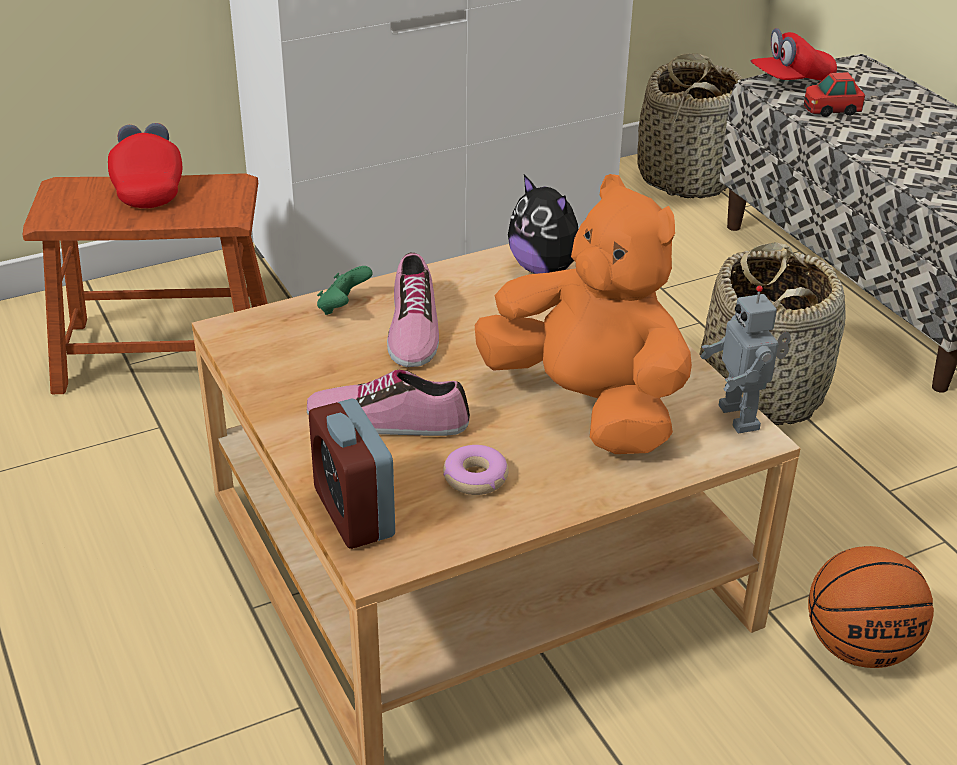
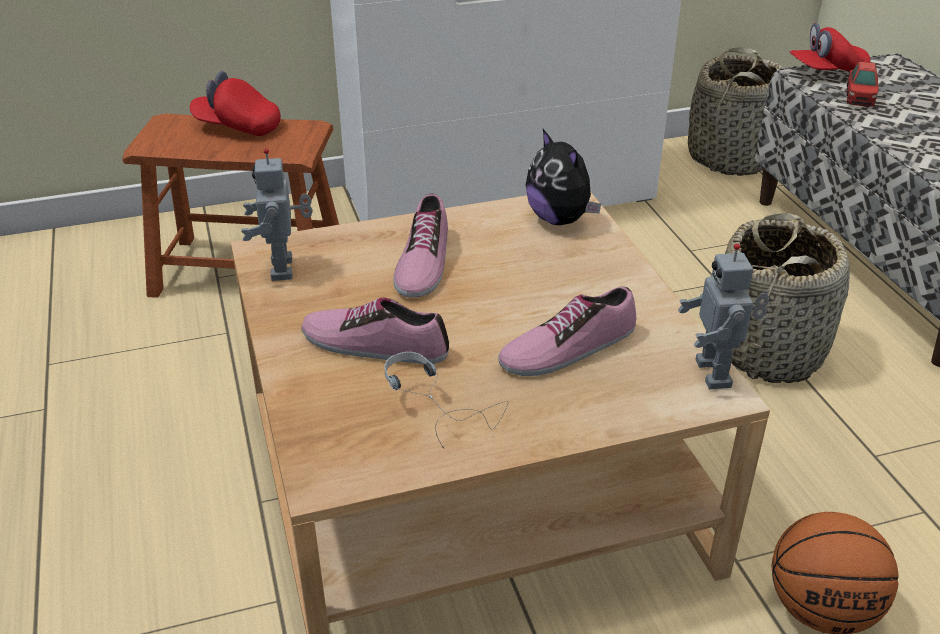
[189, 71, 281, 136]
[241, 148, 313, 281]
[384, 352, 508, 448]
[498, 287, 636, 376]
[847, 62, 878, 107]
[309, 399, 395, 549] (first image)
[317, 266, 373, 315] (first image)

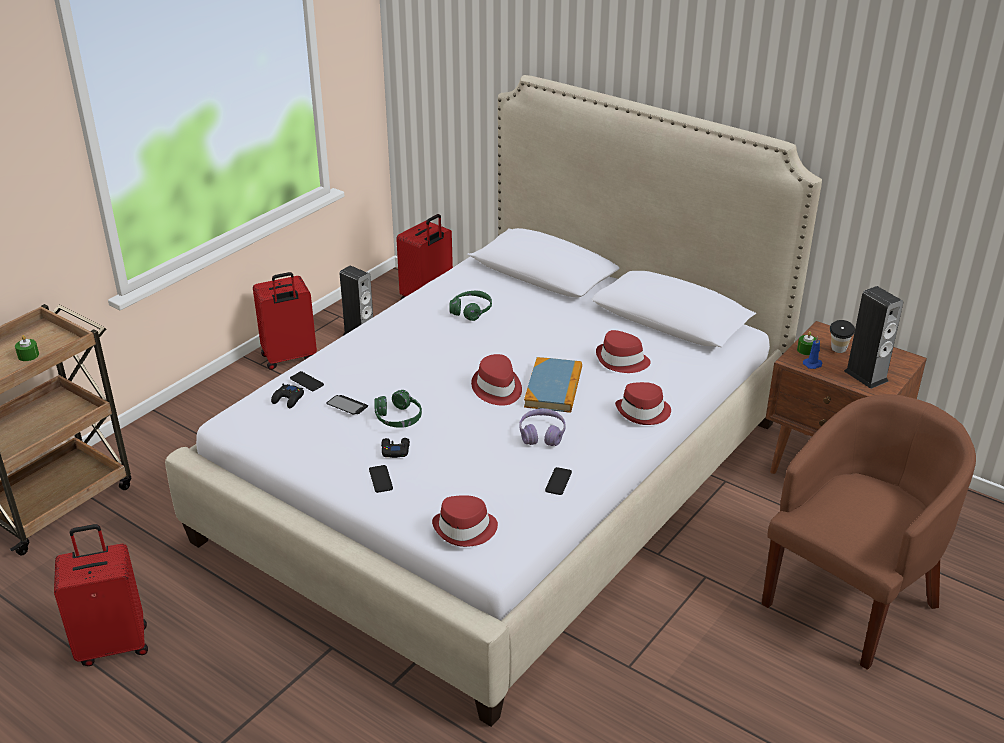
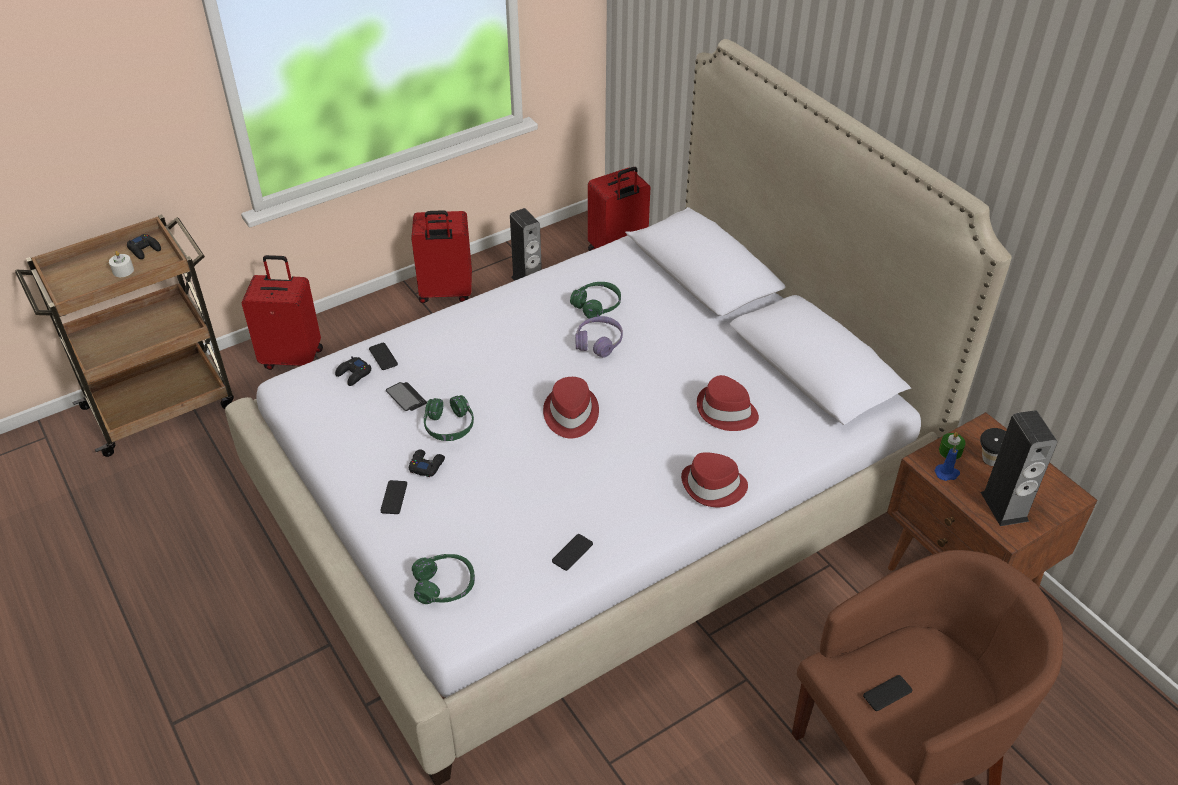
[109, 251, 134, 277]
[127, 234, 161, 259]
[242, 255, 323, 370]
[412, 554, 475, 604]
[575, 316, 623, 358]
[863, 675, 912, 711]
[524, 357, 582, 413] (first image)

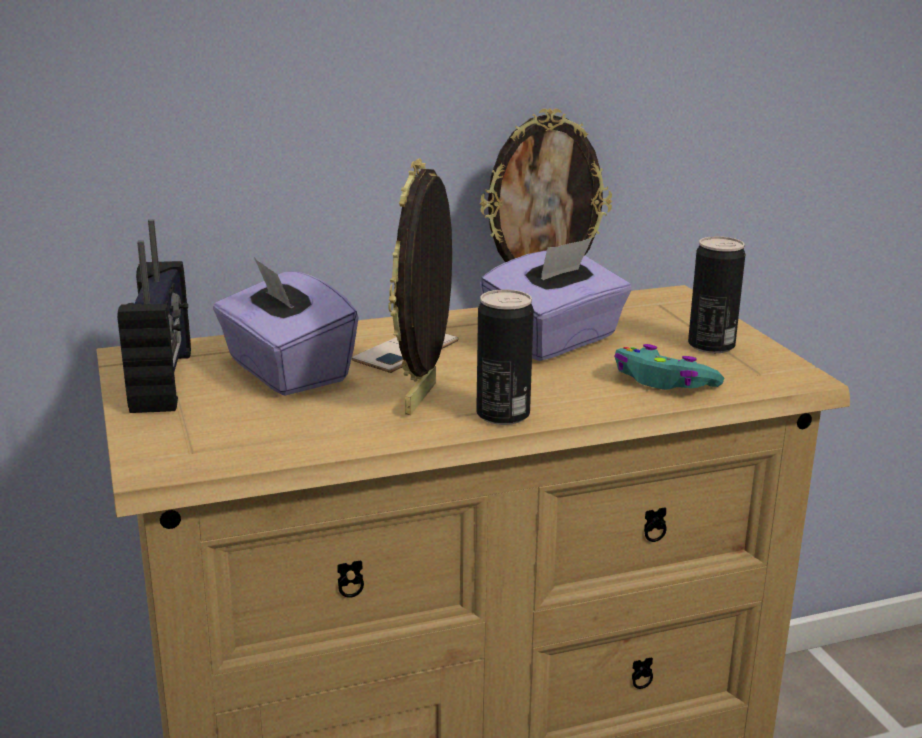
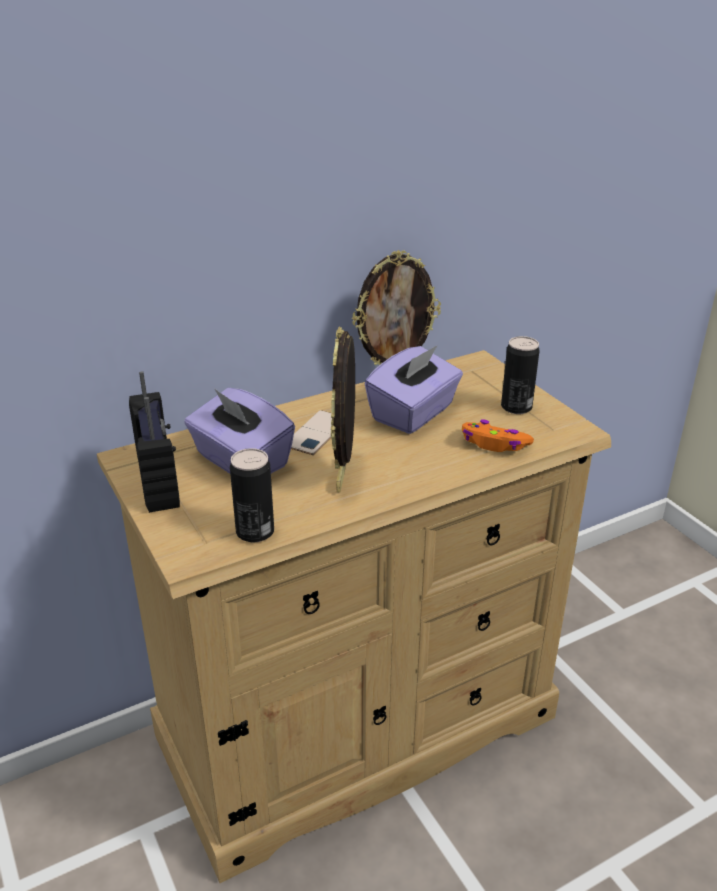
[230, 448, 274, 542]
[462, 419, 534, 452]

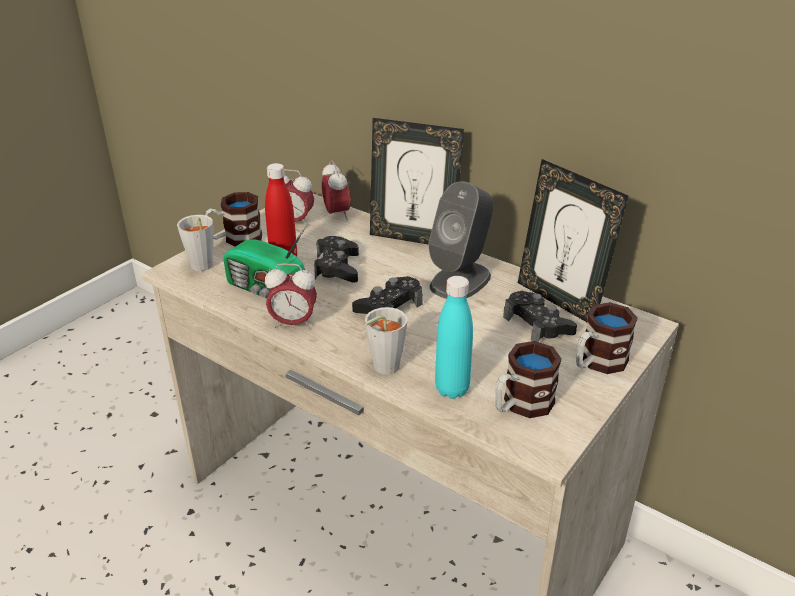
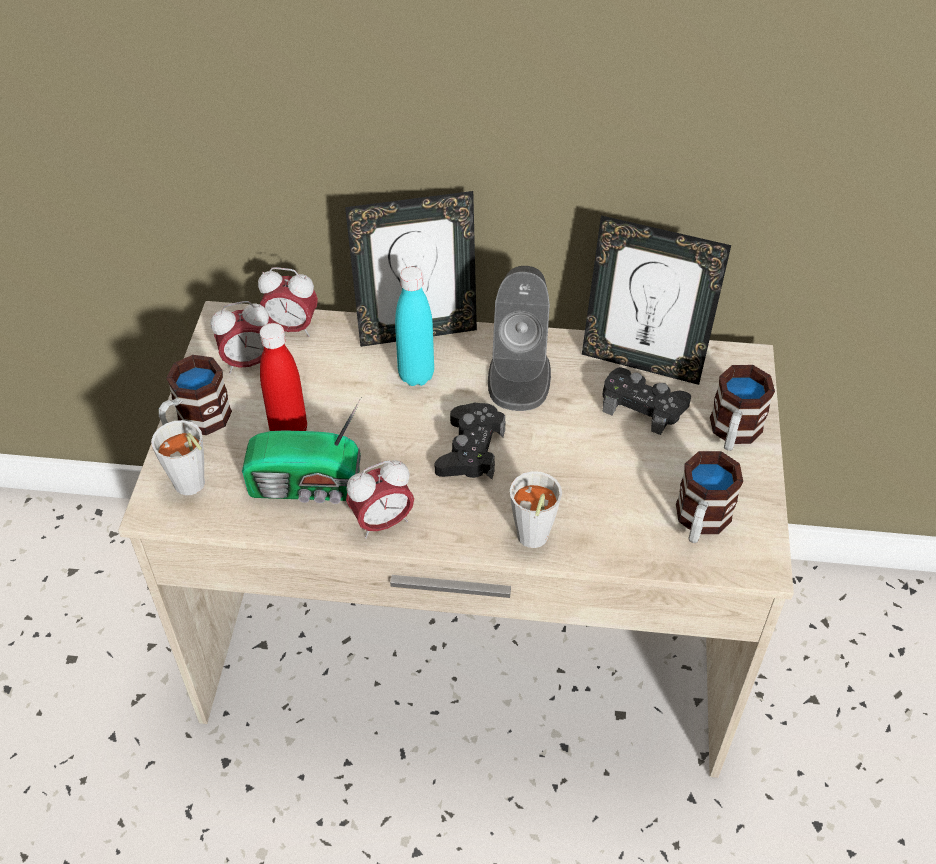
[258, 267, 318, 337]
[395, 267, 434, 386]
[314, 236, 359, 282] (first image)

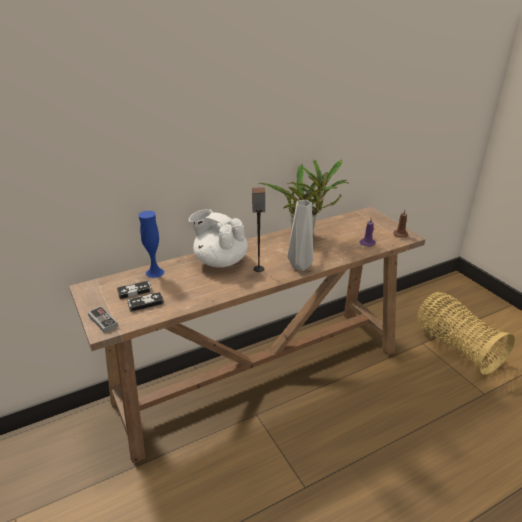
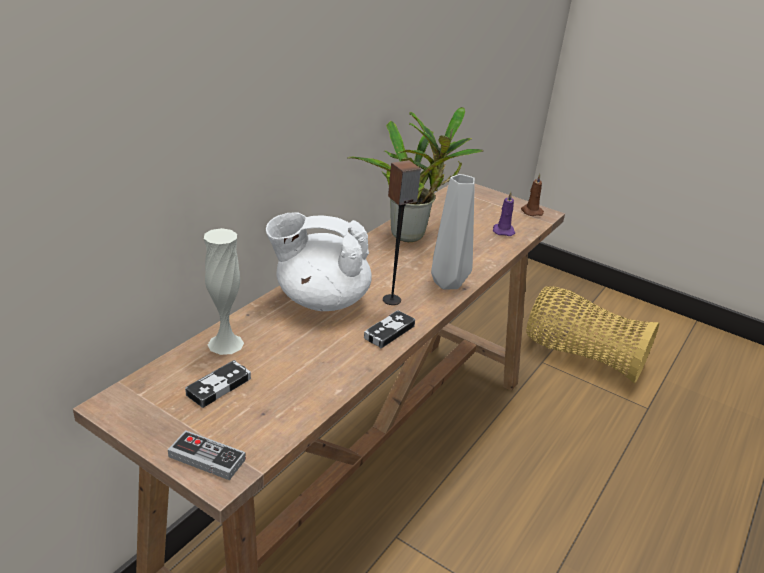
[204, 228, 244, 355]
[364, 310, 415, 348]

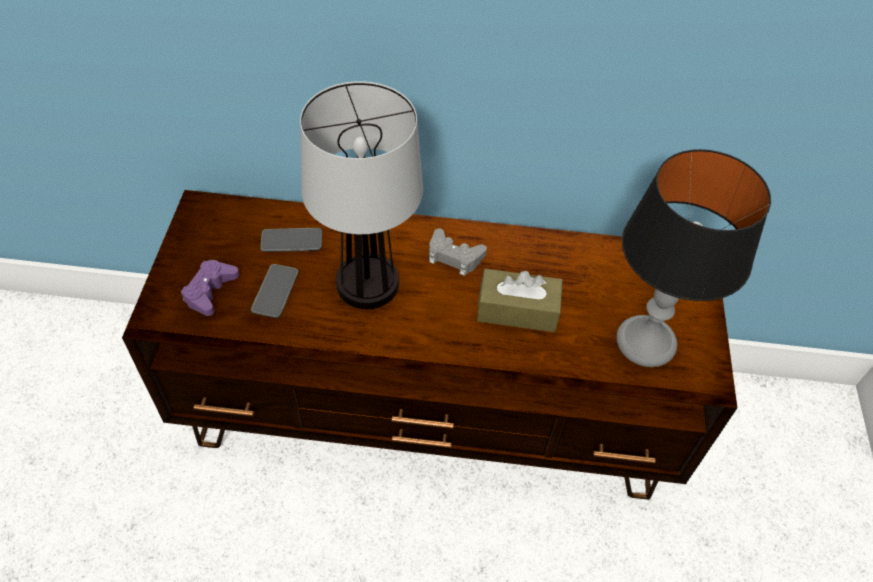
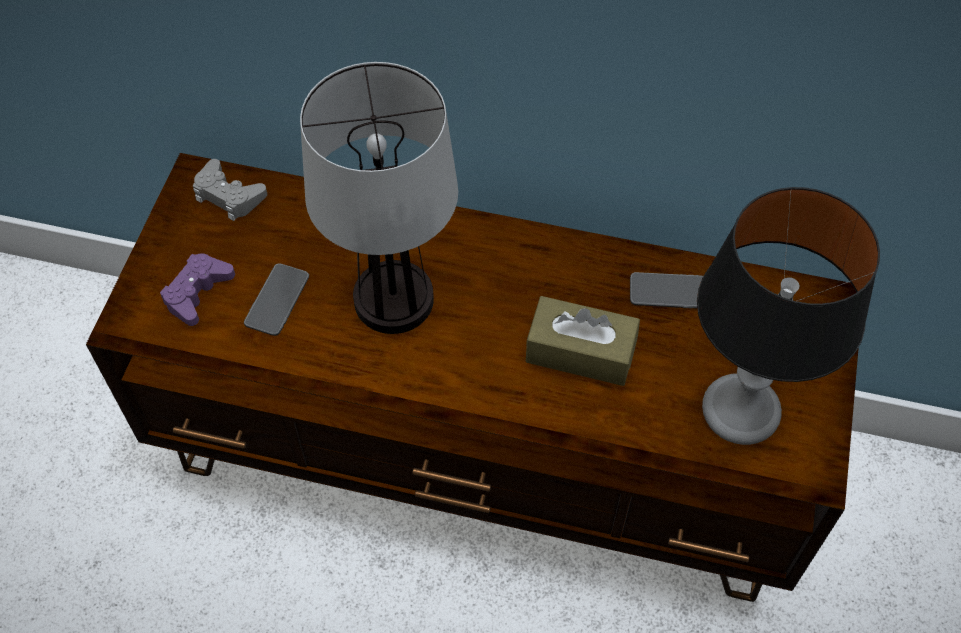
[193, 159, 267, 221]
[630, 272, 703, 309]

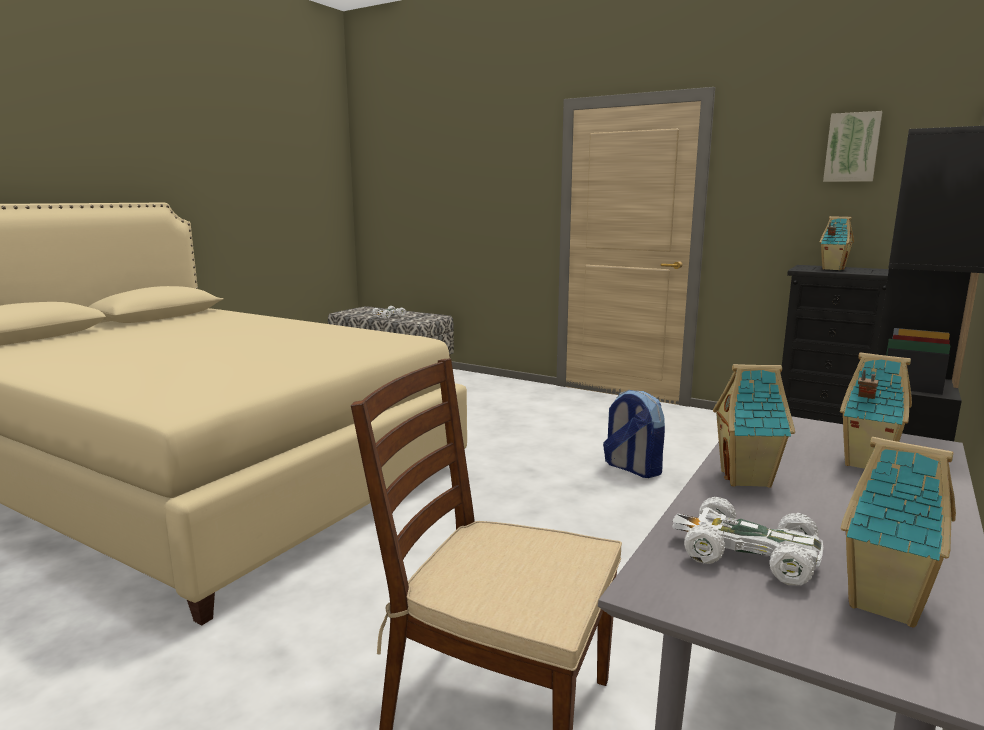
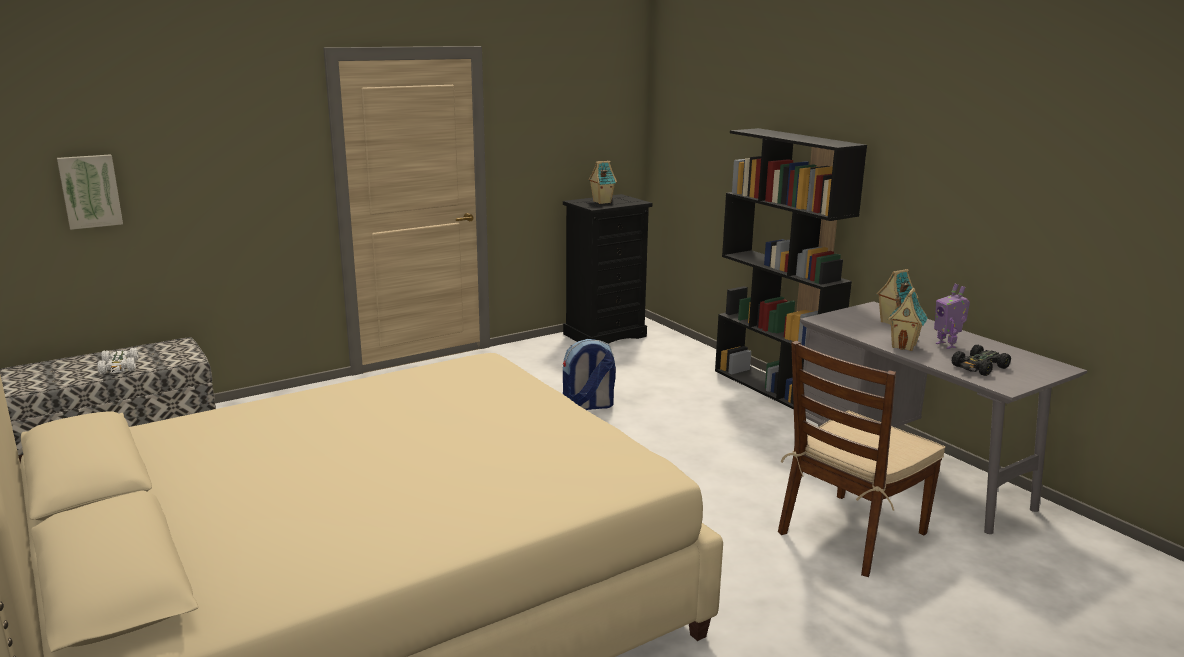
[57, 154, 123, 230]
[934, 284, 970, 349]
[951, 345, 1011, 376]
[841, 437, 956, 628] (first image)

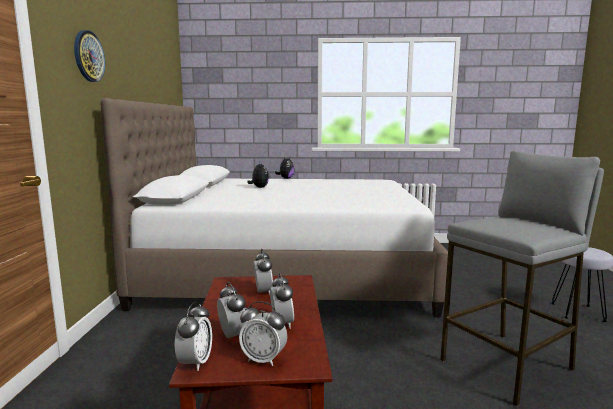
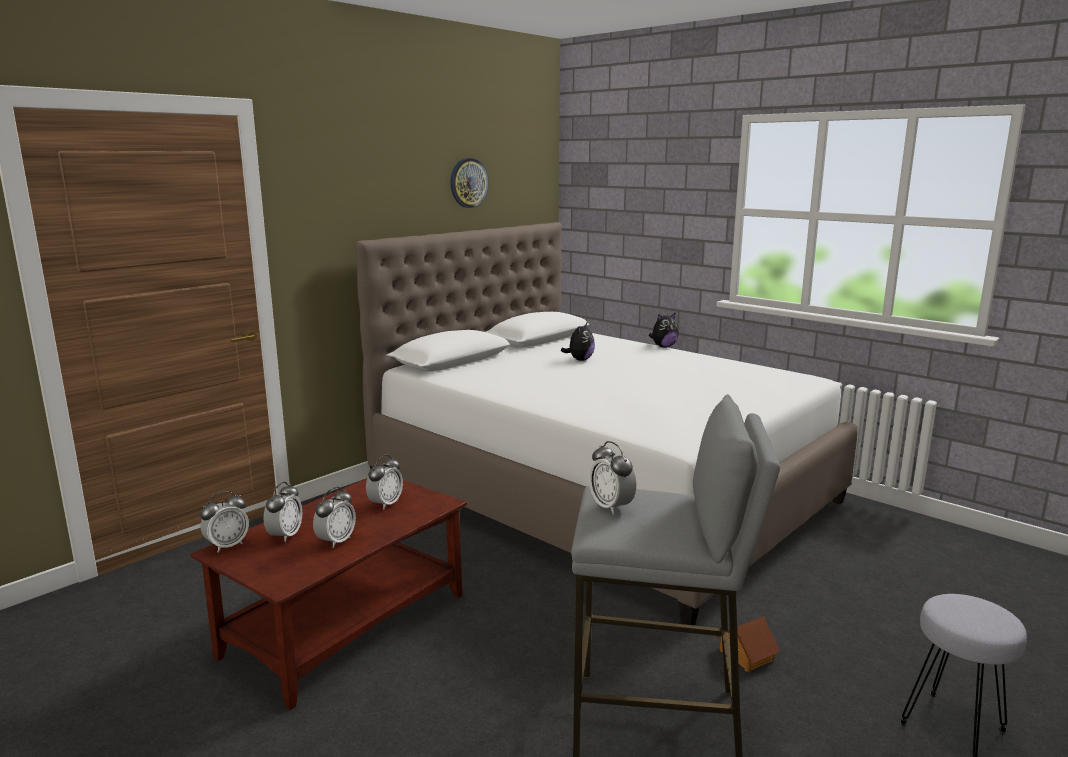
[450, 158, 489, 208]
[589, 441, 636, 514]
[716, 616, 780, 672]

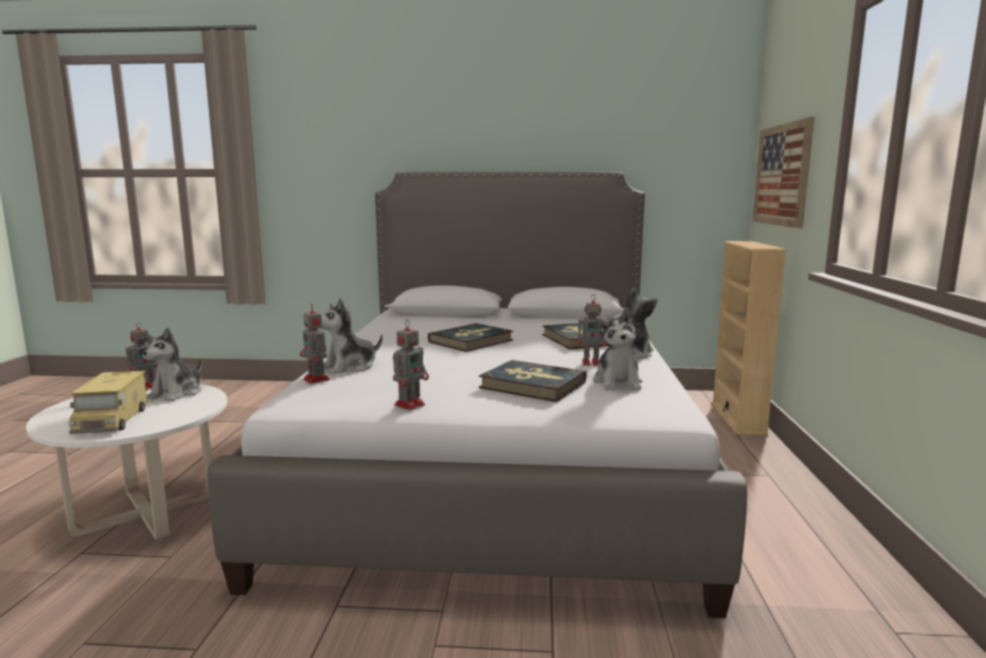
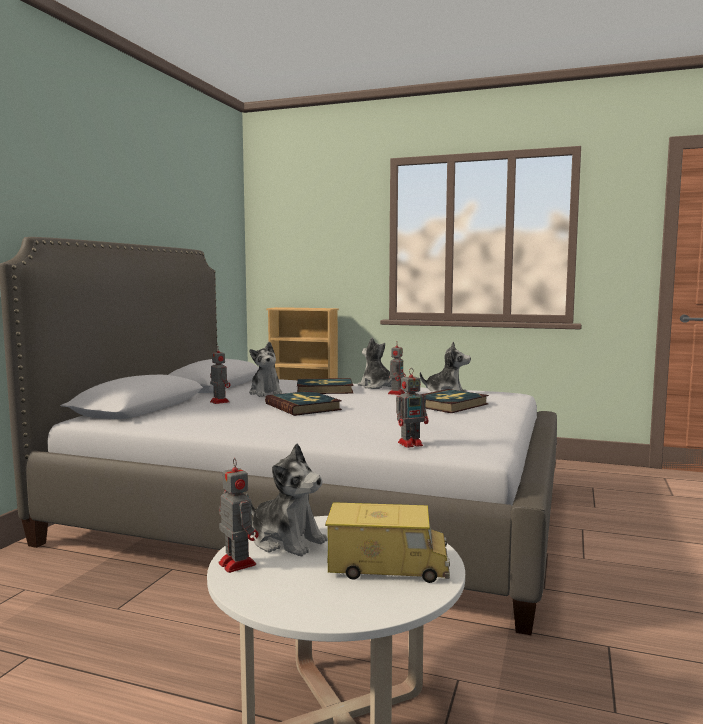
[210, 346, 231, 404]
[249, 342, 282, 397]
[753, 117, 814, 228] (first image)

